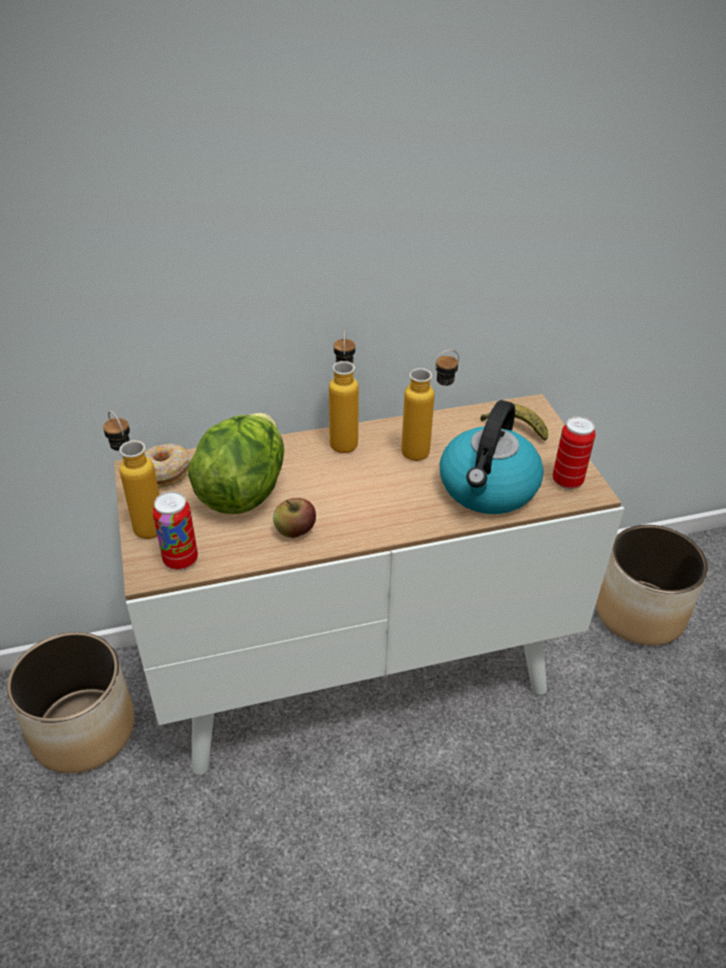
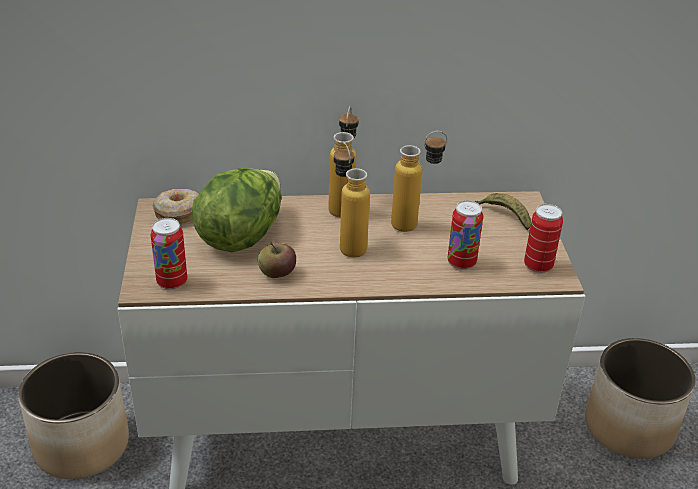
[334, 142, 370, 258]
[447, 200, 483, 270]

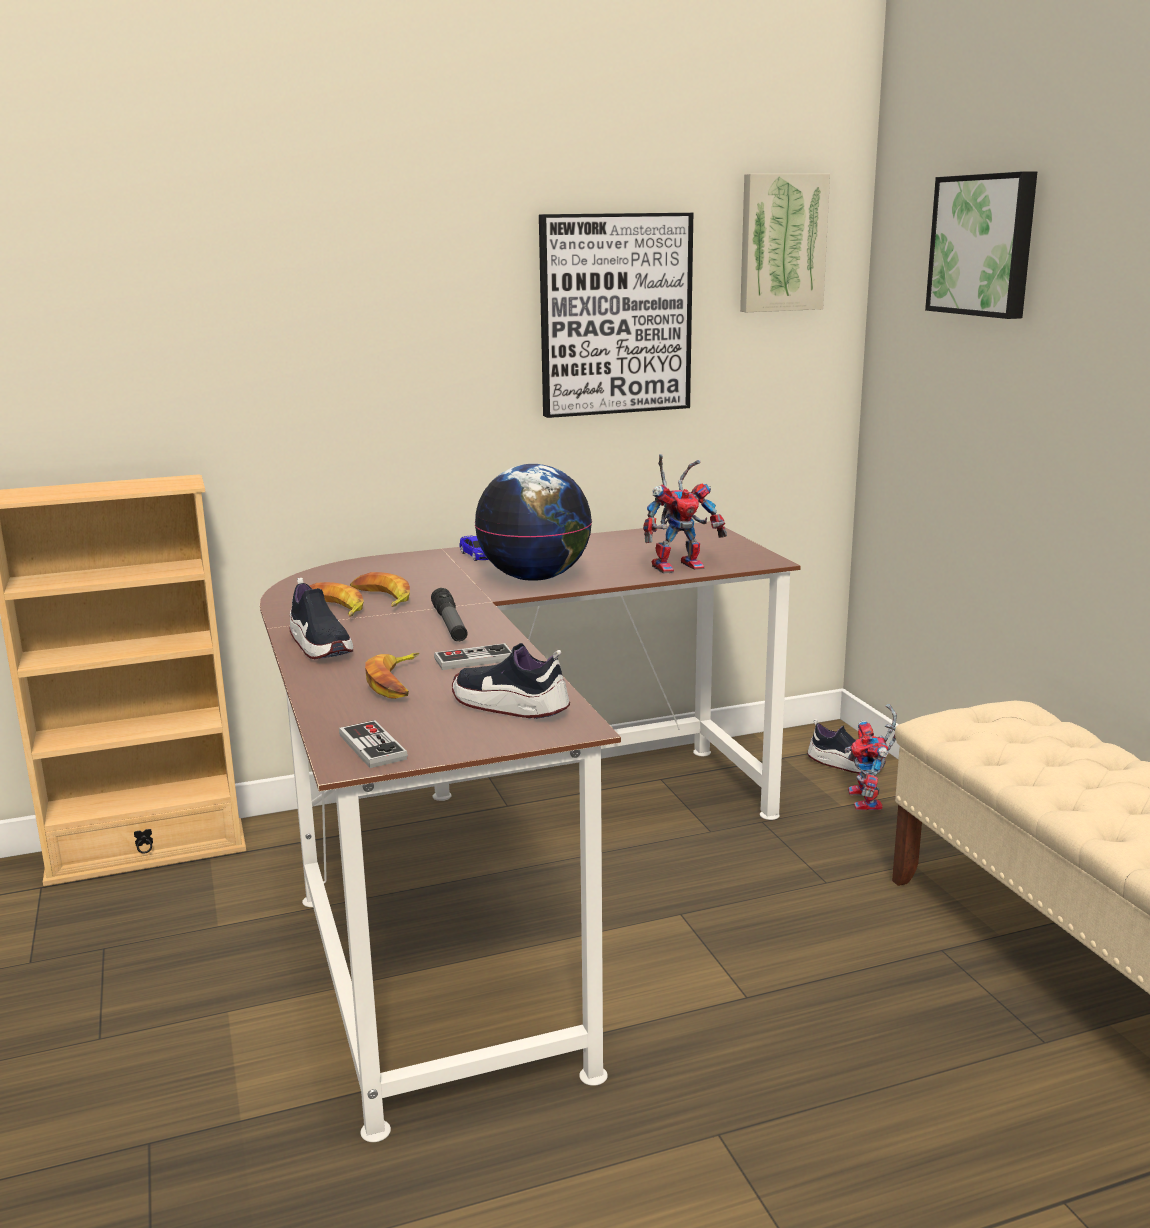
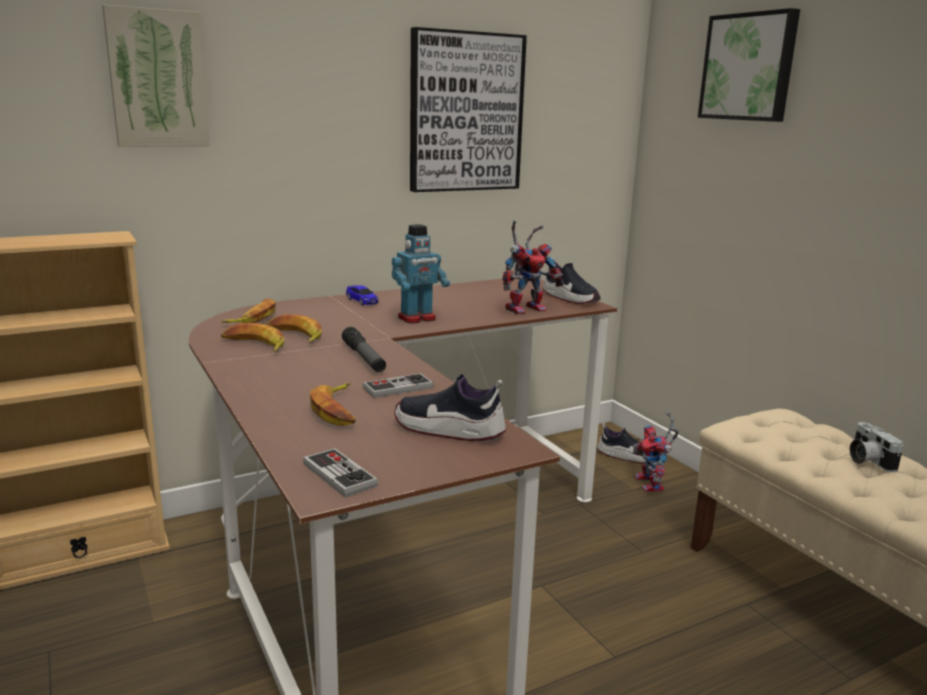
[102, 5, 210, 147]
[221, 298, 276, 323]
[392, 224, 450, 324]
[543, 258, 601, 304]
[849, 422, 904, 472]

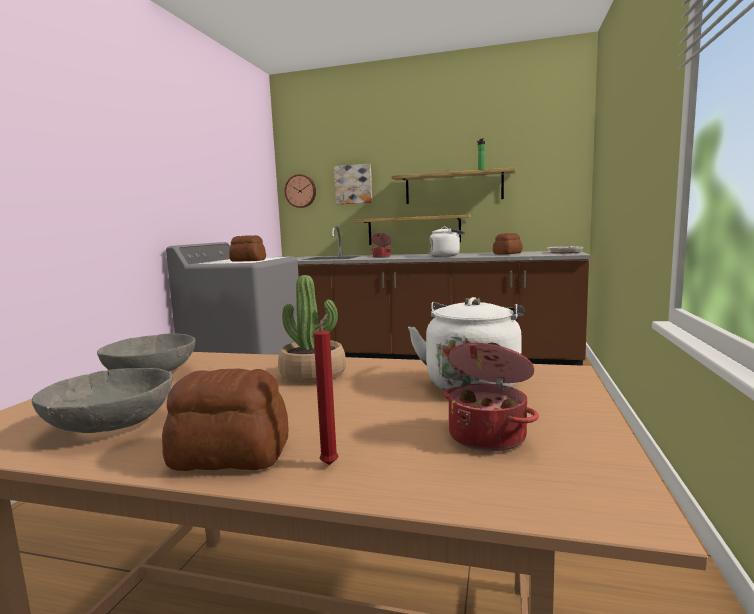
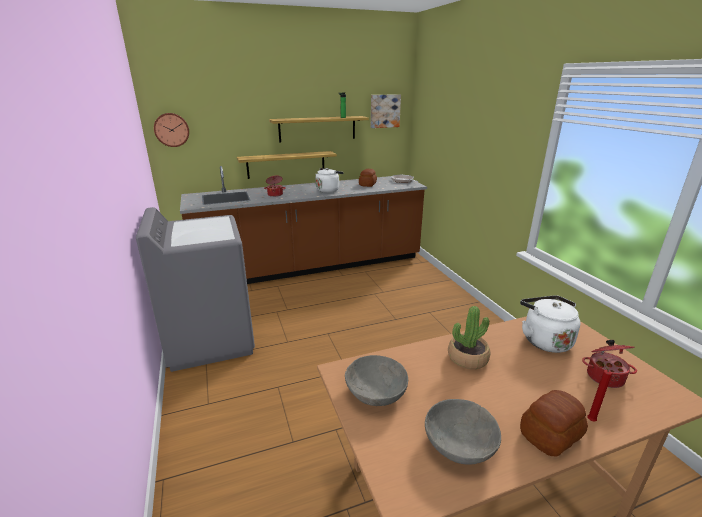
[371, 94, 401, 128]
[229, 235, 266, 262] (first image)

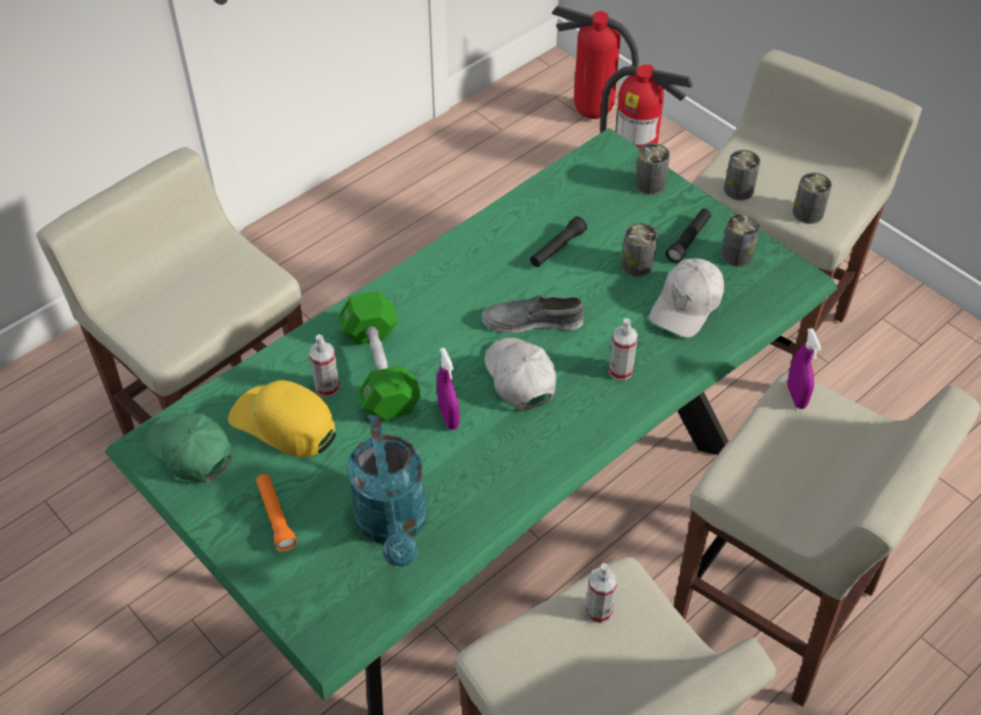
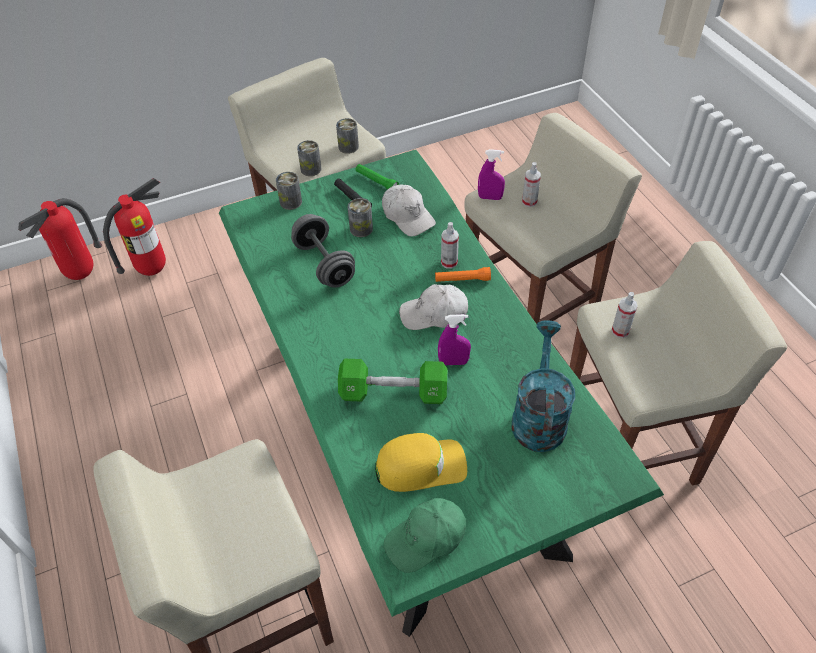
[291, 214, 355, 288]
[356, 164, 399, 190]
[375, 433, 467, 492]
[435, 267, 491, 282]
[511, 320, 575, 452]
[522, 162, 541, 207]
[482, 294, 584, 333] (first image)

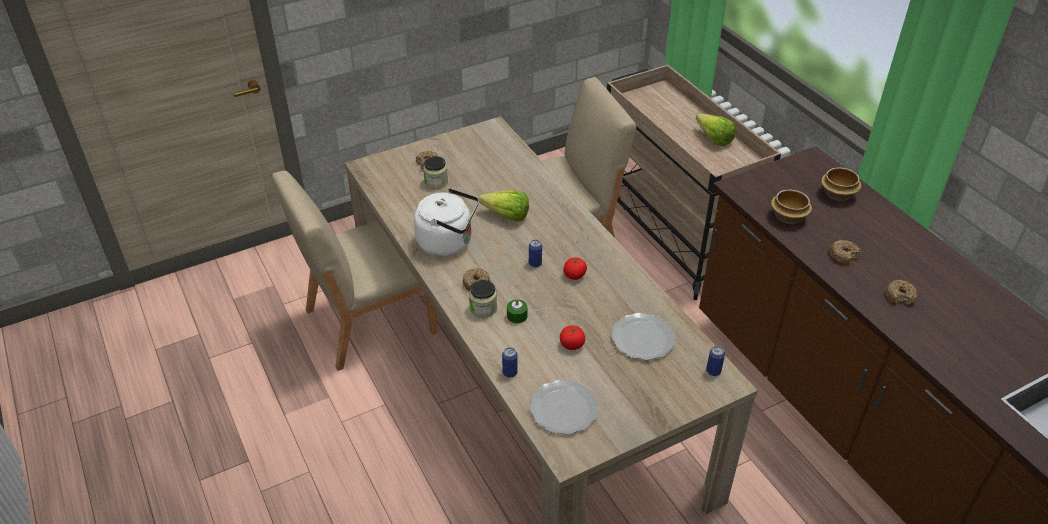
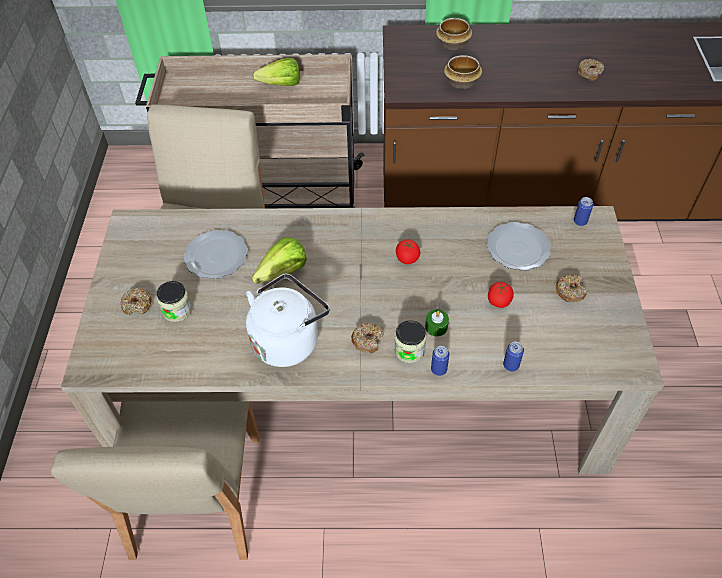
[183, 230, 248, 279]
[431, 346, 449, 376]
[556, 274, 587, 302]

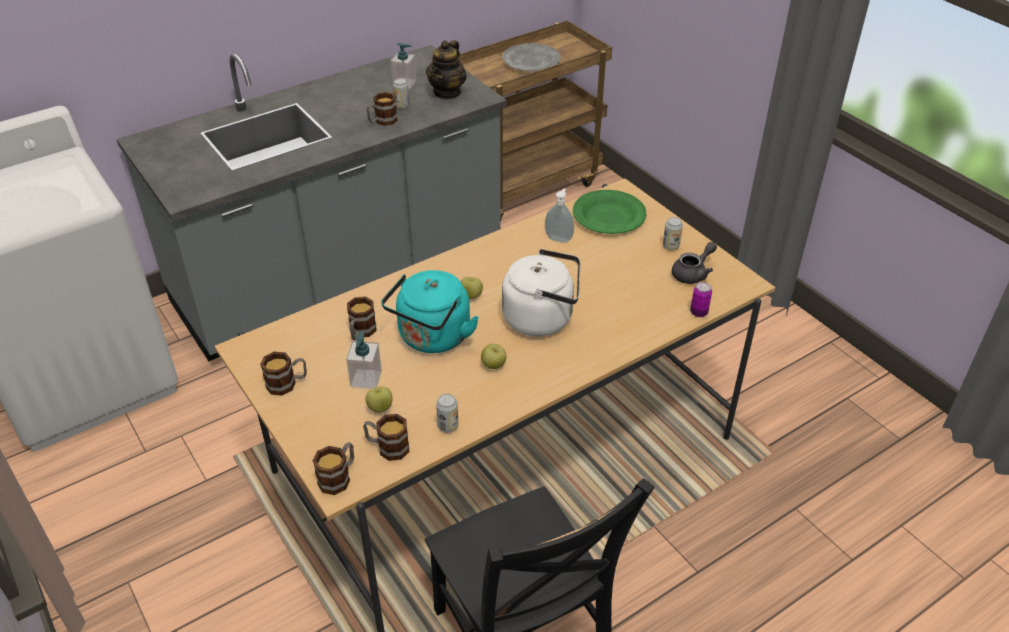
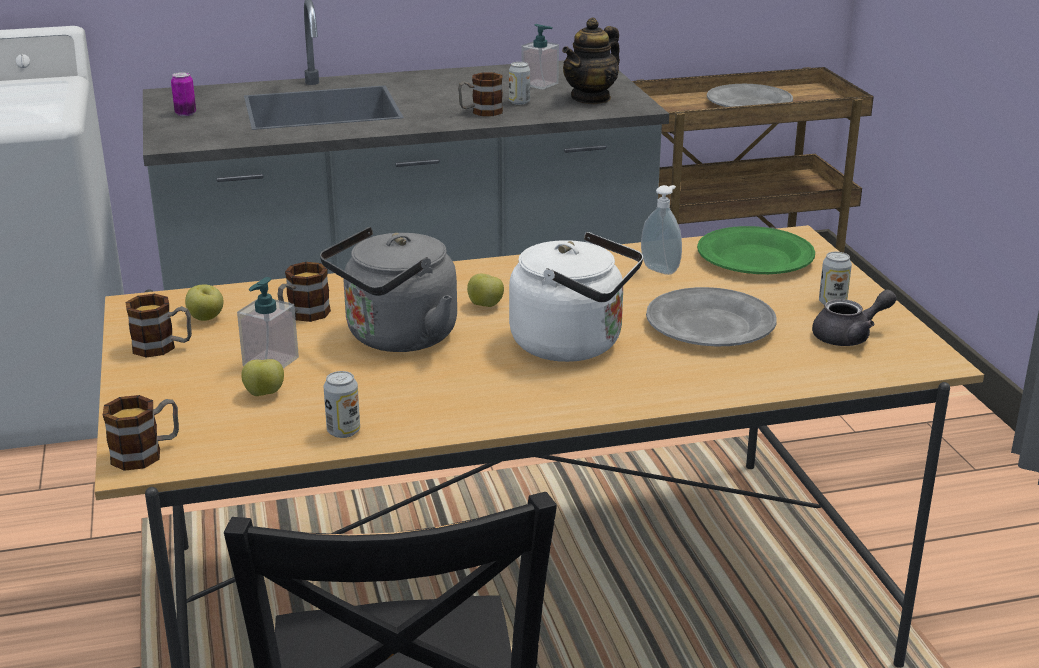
[171, 72, 196, 116]
[185, 285, 223, 321]
[320, 227, 457, 352]
[646, 287, 777, 346]
[363, 414, 409, 461] (first image)

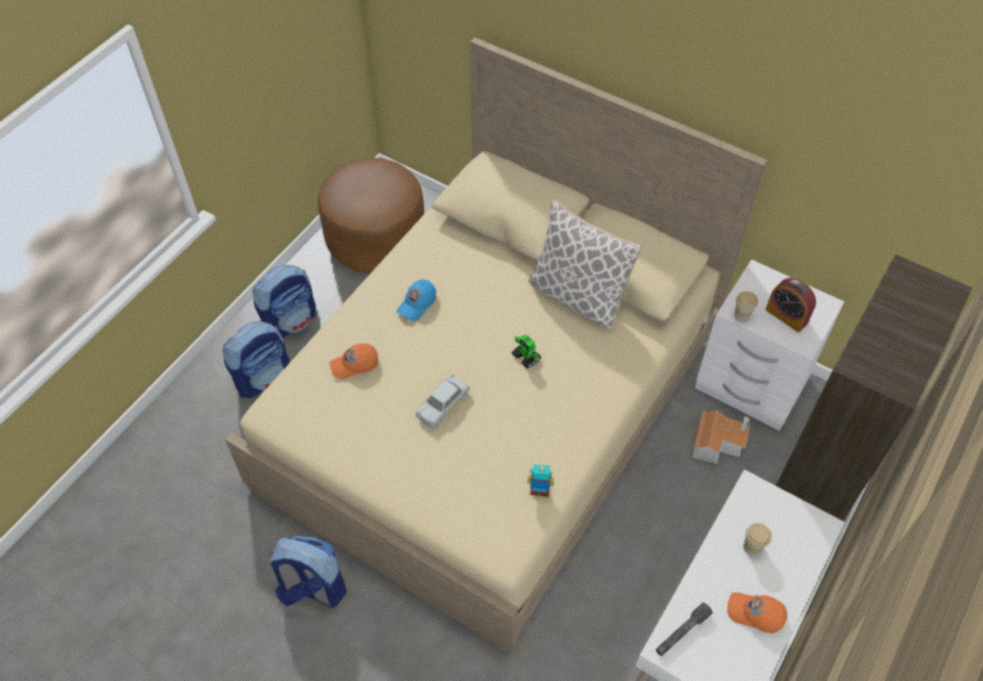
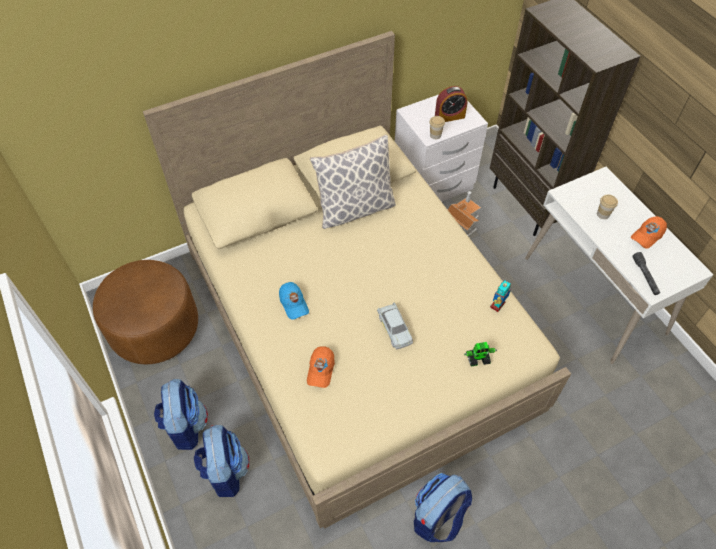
[464, 342, 497, 367]

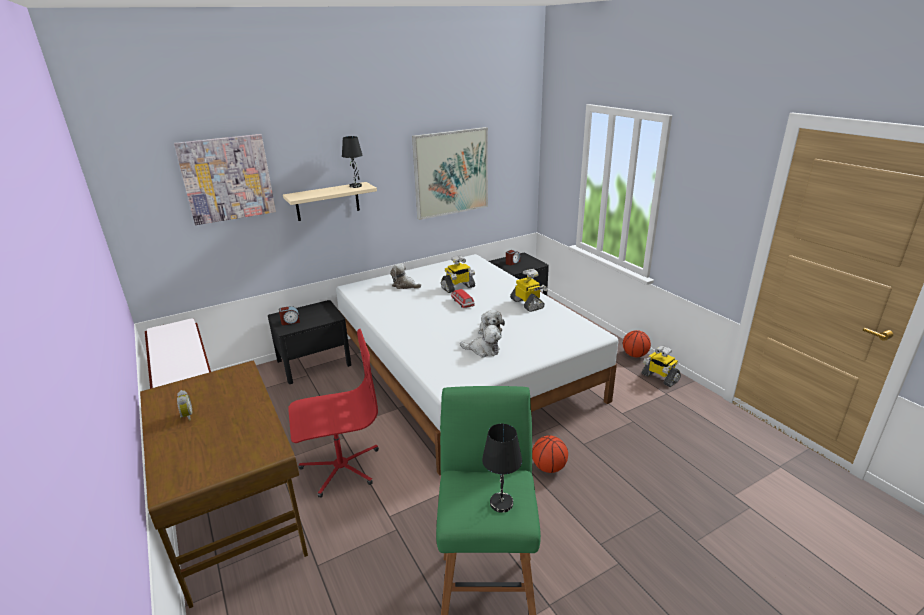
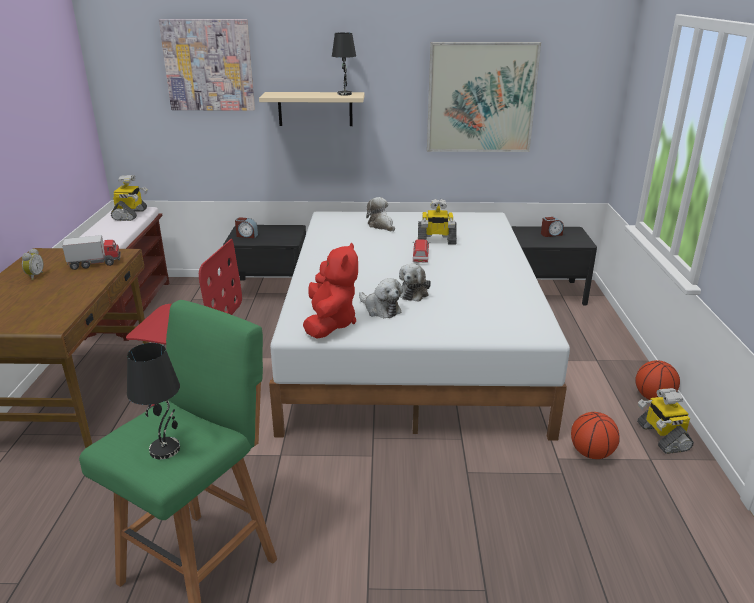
[62, 235, 121, 270]
[111, 175, 147, 221]
[303, 242, 358, 339]
[571, 412, 620, 459]

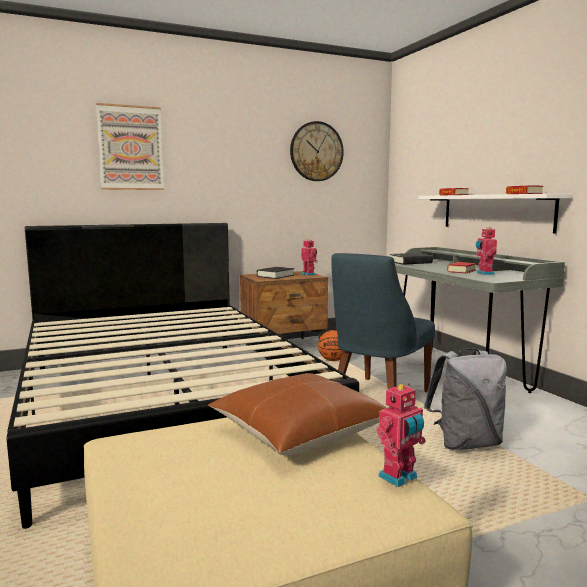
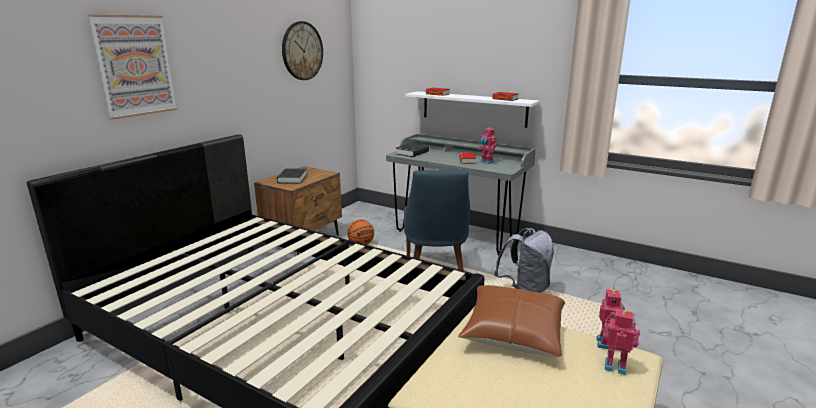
[602, 309, 640, 375]

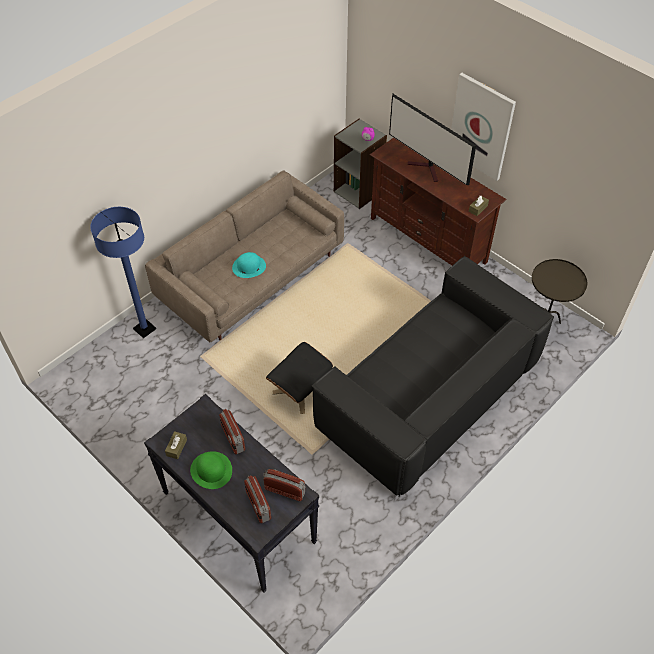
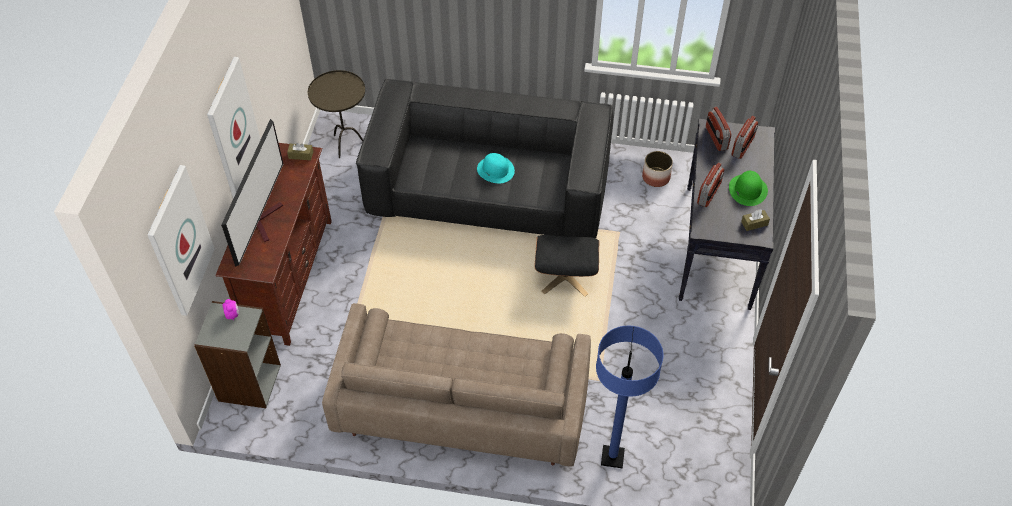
[147, 165, 215, 316]
[477, 153, 515, 183]
[642, 151, 673, 187]

